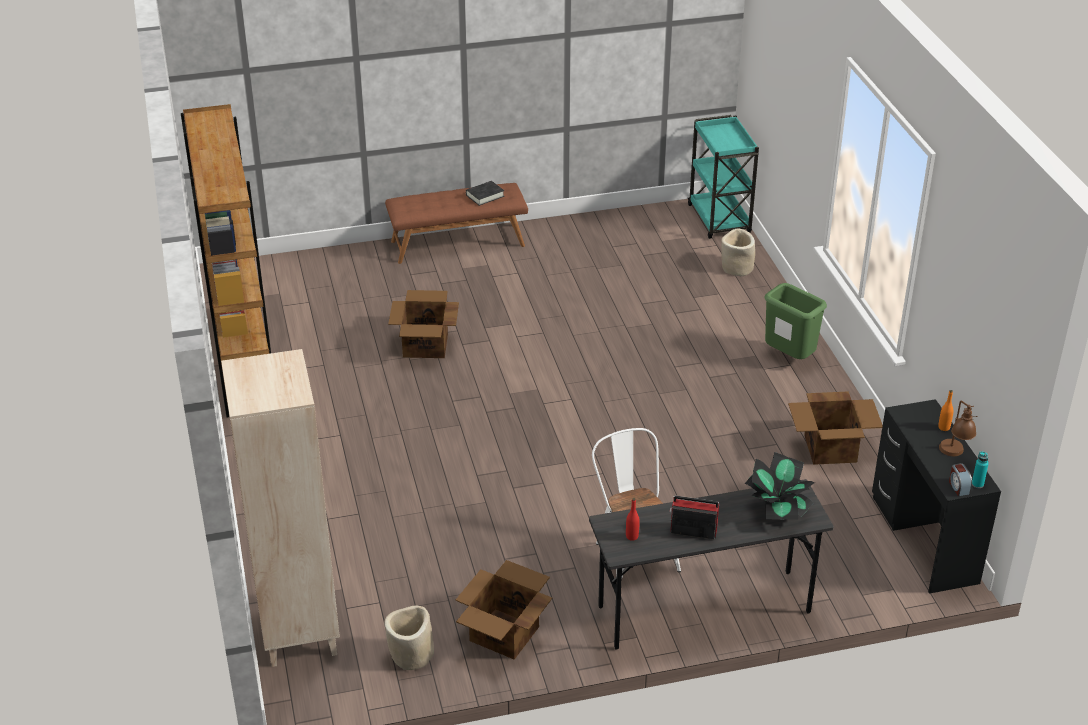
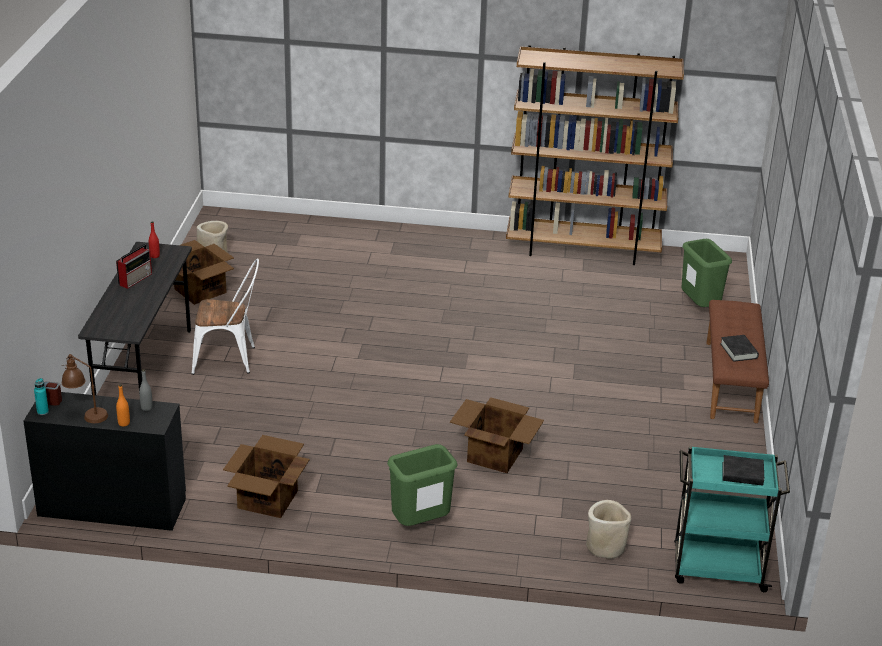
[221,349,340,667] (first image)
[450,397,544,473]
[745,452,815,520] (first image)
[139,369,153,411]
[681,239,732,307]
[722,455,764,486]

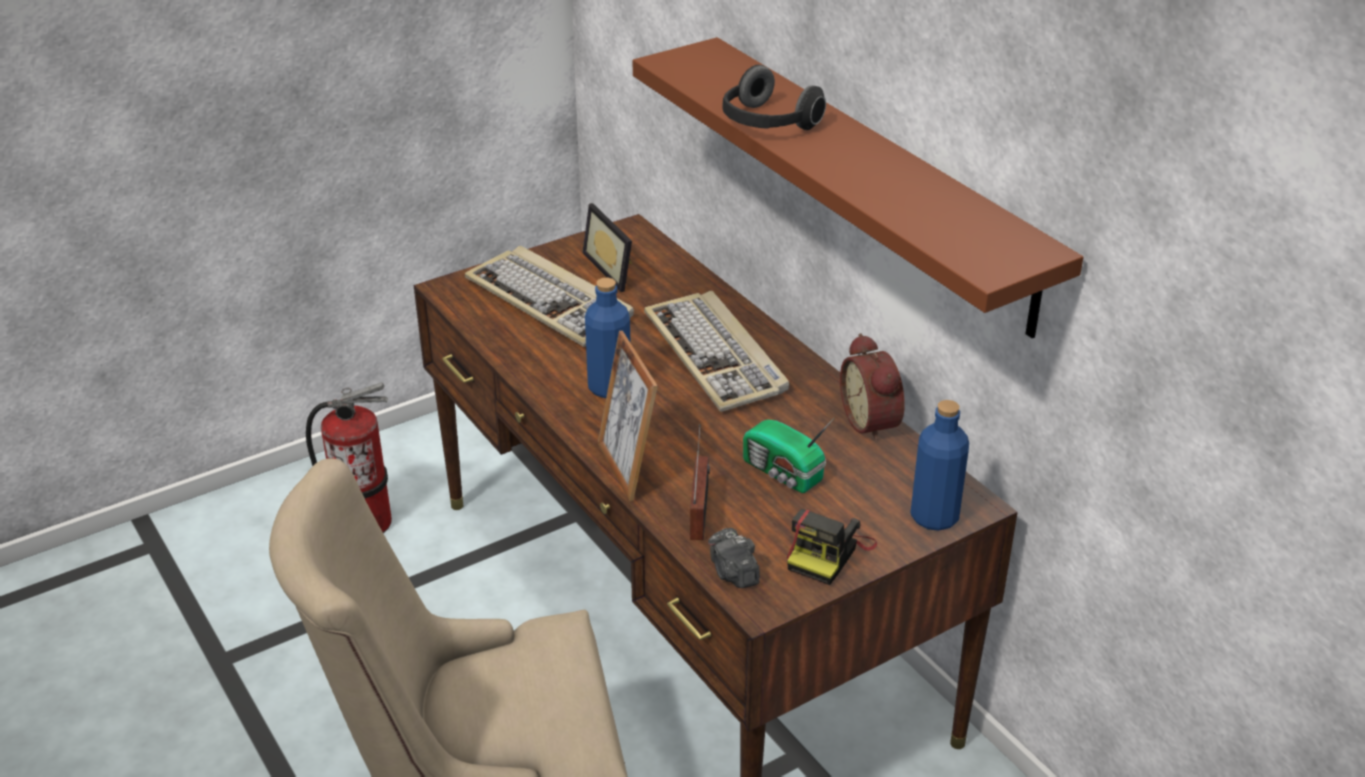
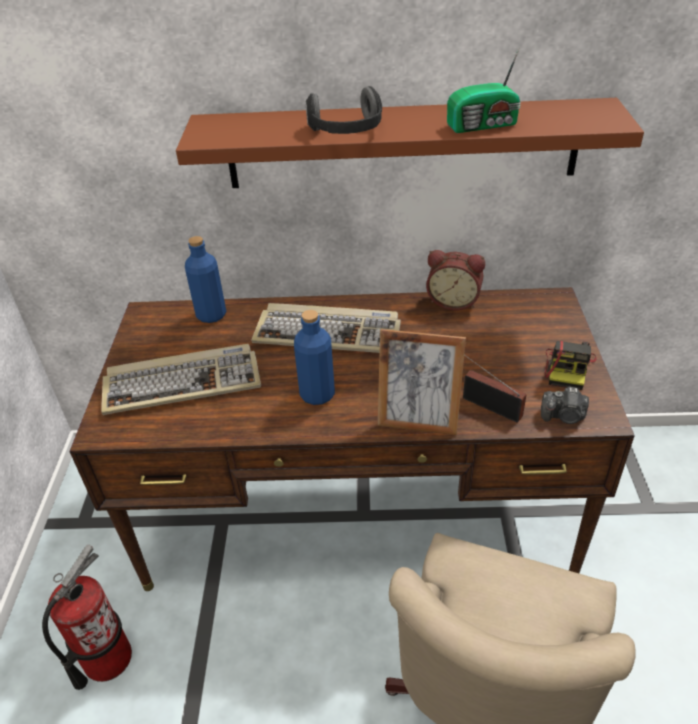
[582,203,632,292] (first image)
[447,47,521,133]
[544,341,597,390]
[185,236,226,323]

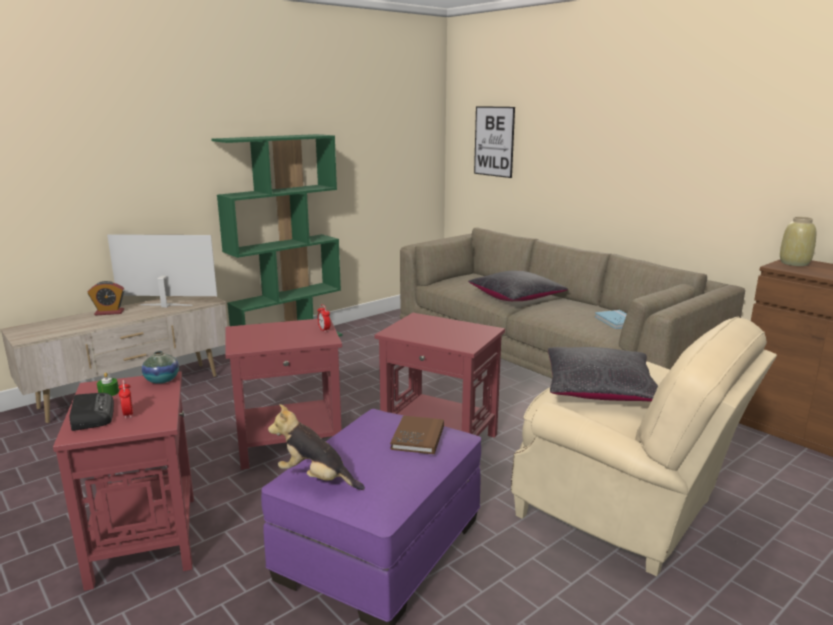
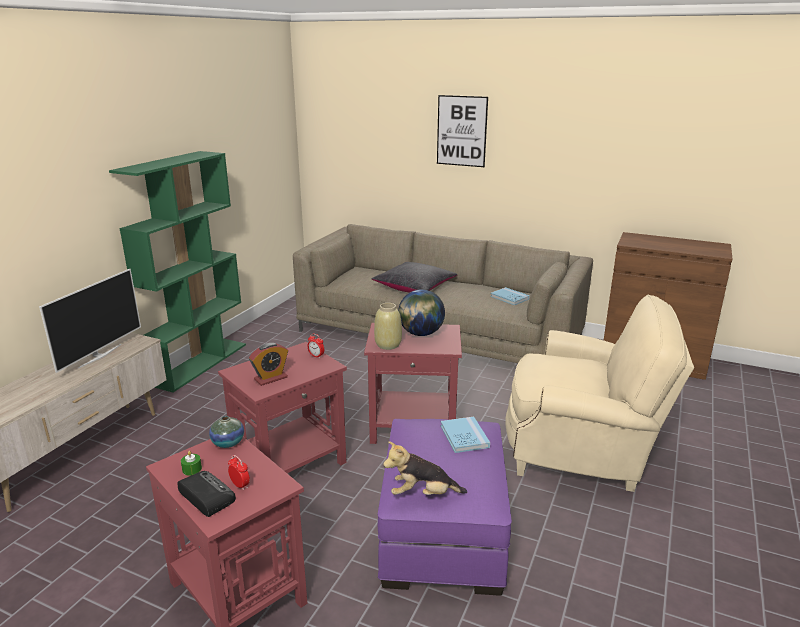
[249,343,288,386]
[39,269,141,373]
[441,417,490,453]
[437,95,488,167]
[548,347,658,402] (first image)
[374,303,402,350]
[398,289,445,336]

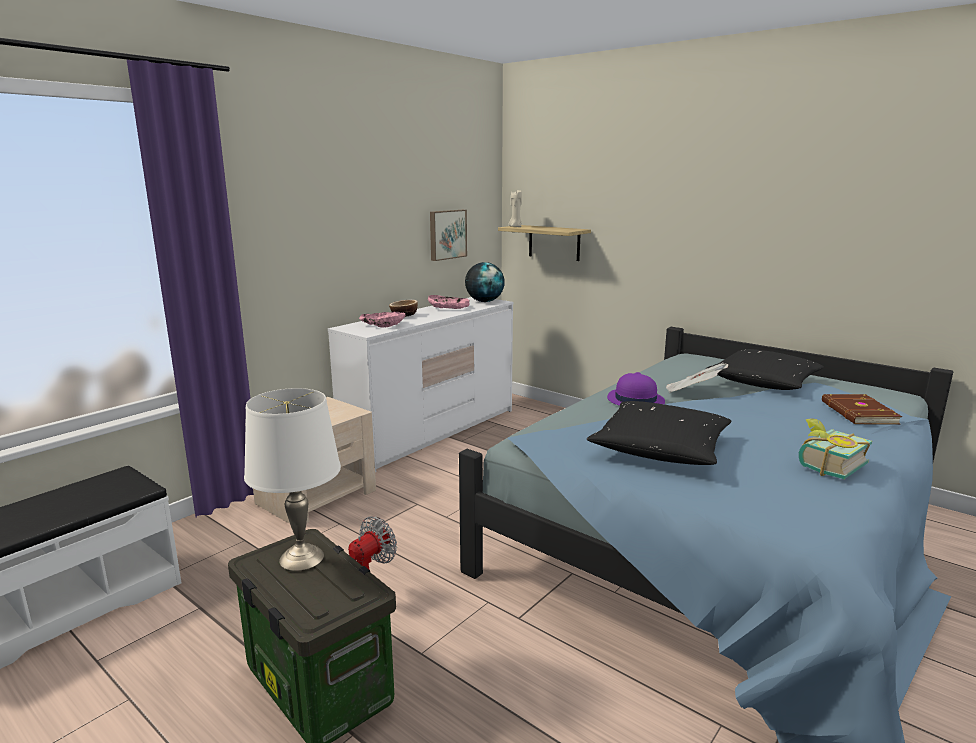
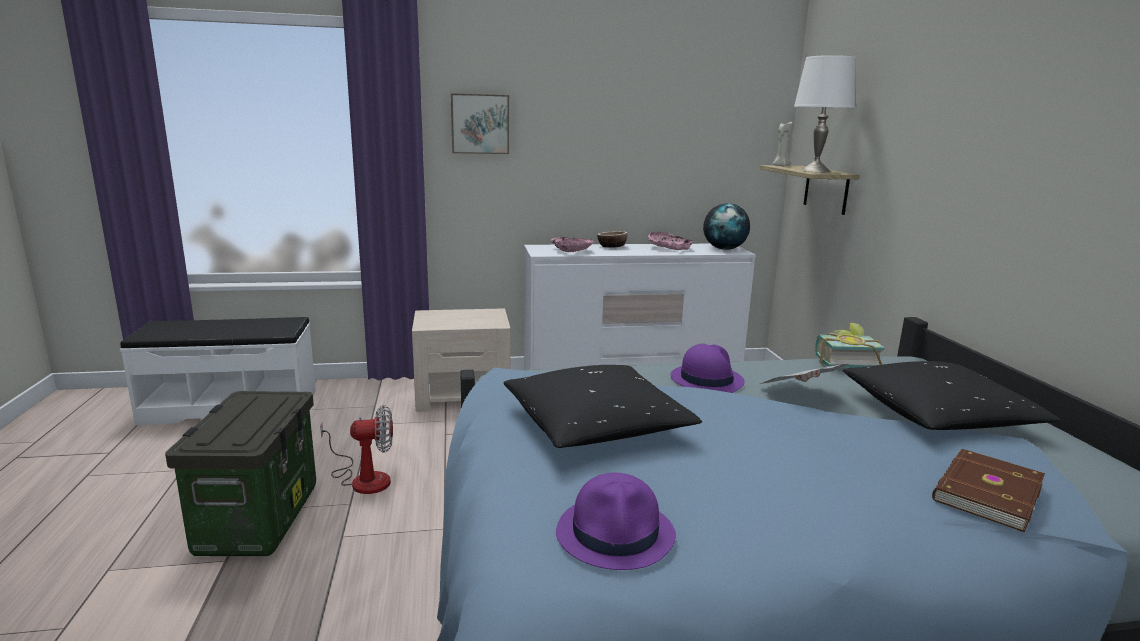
[794,55,856,172]
[451,93,509,154]
[815,323,885,368]
[556,473,676,570]

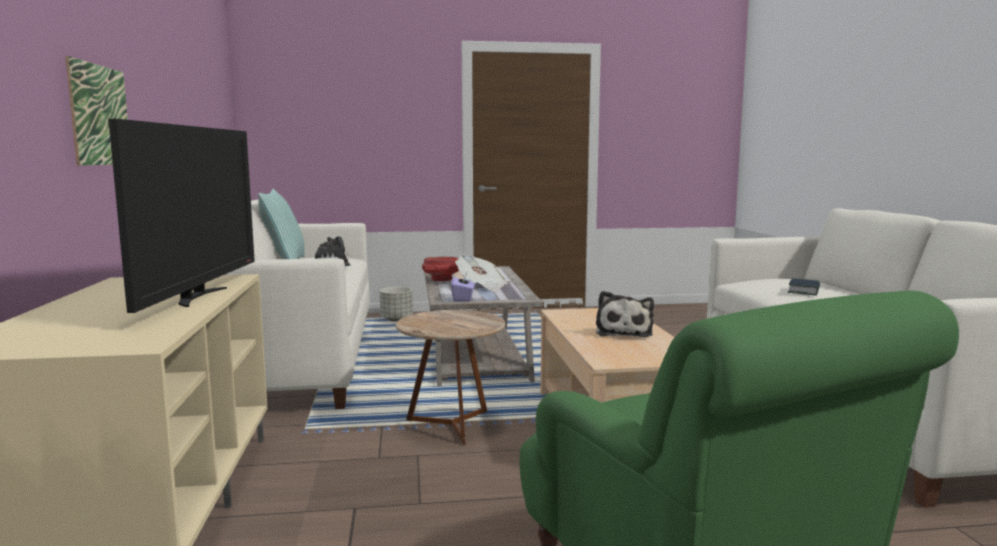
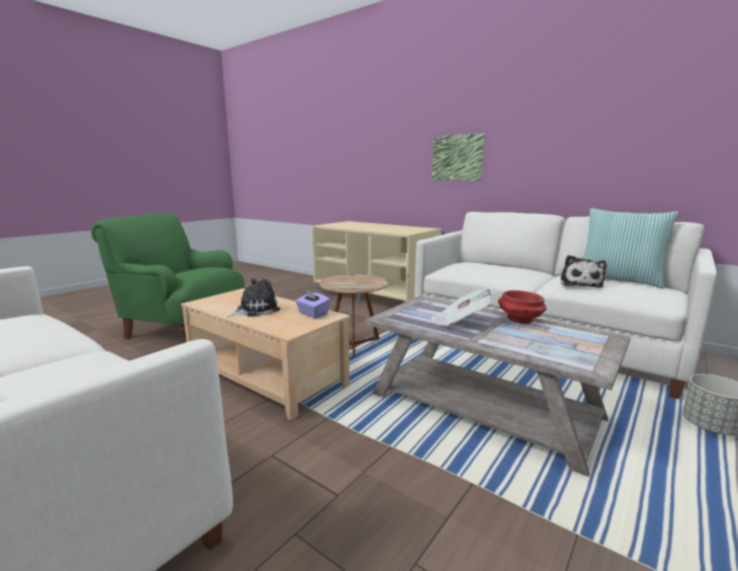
[108,119,255,313] (first image)
[295,290,330,318]
[227,278,280,317]
[788,278,820,296] (first image)

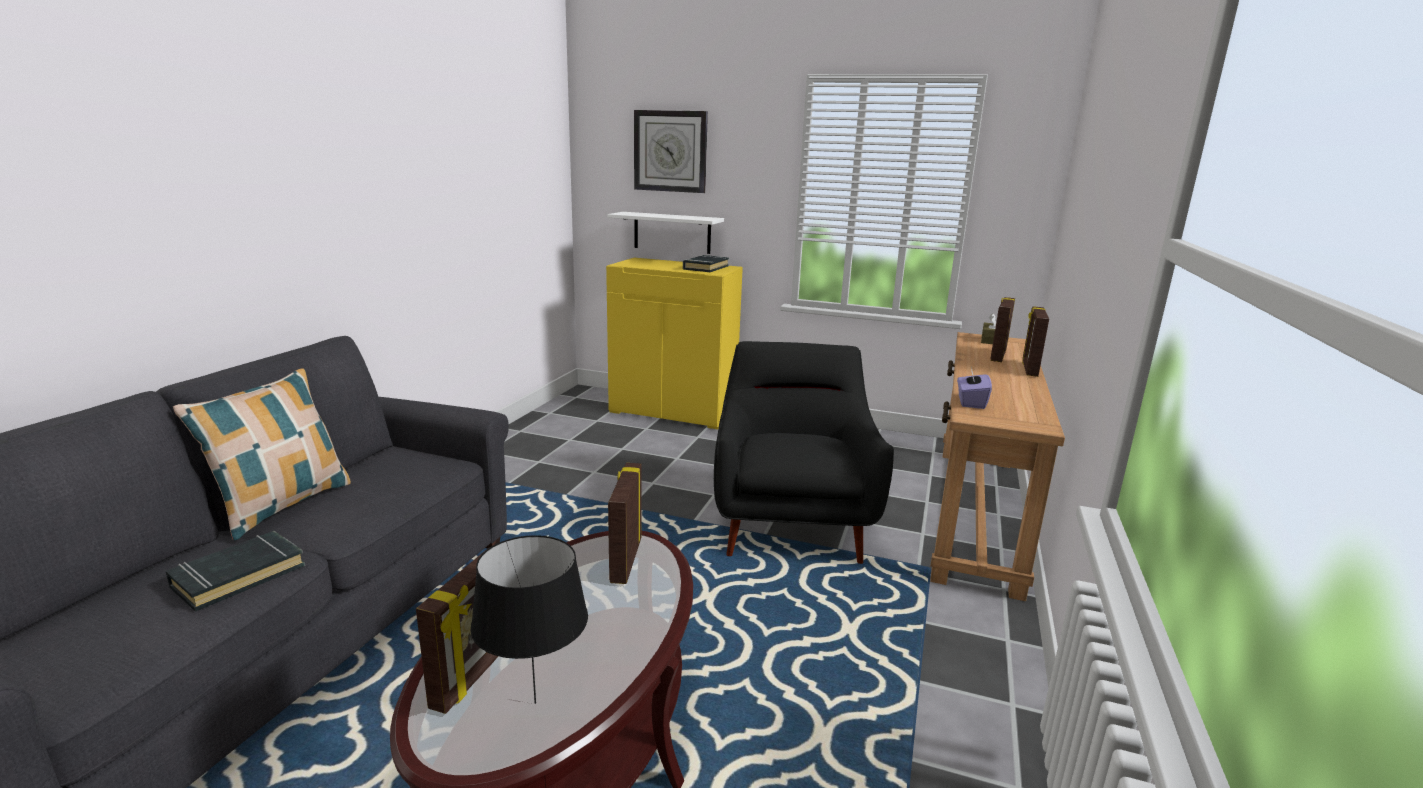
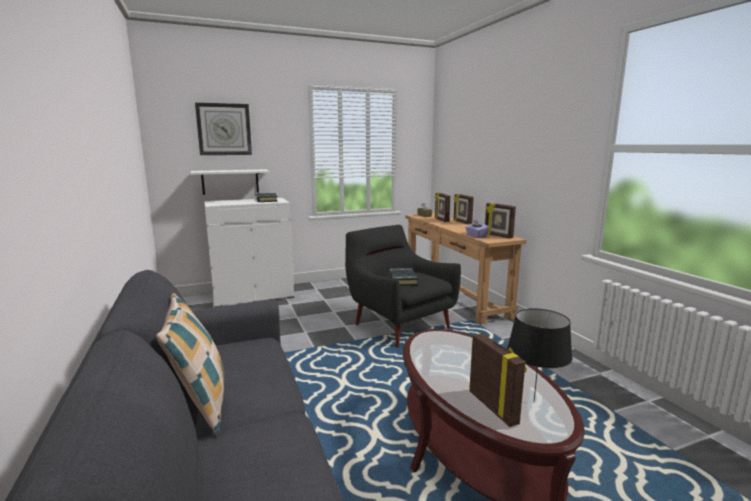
[390,268,418,286]
[205,198,294,308]
[485,203,516,239]

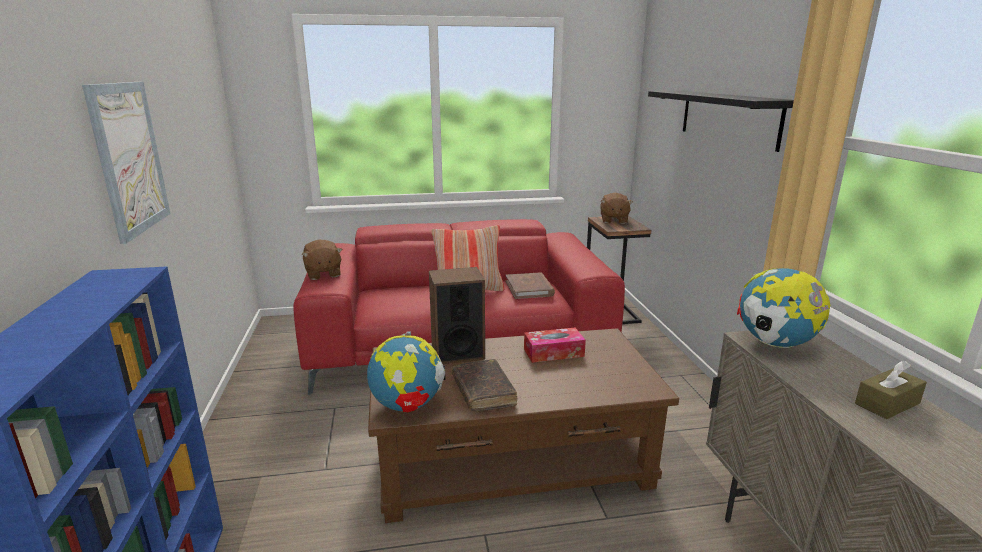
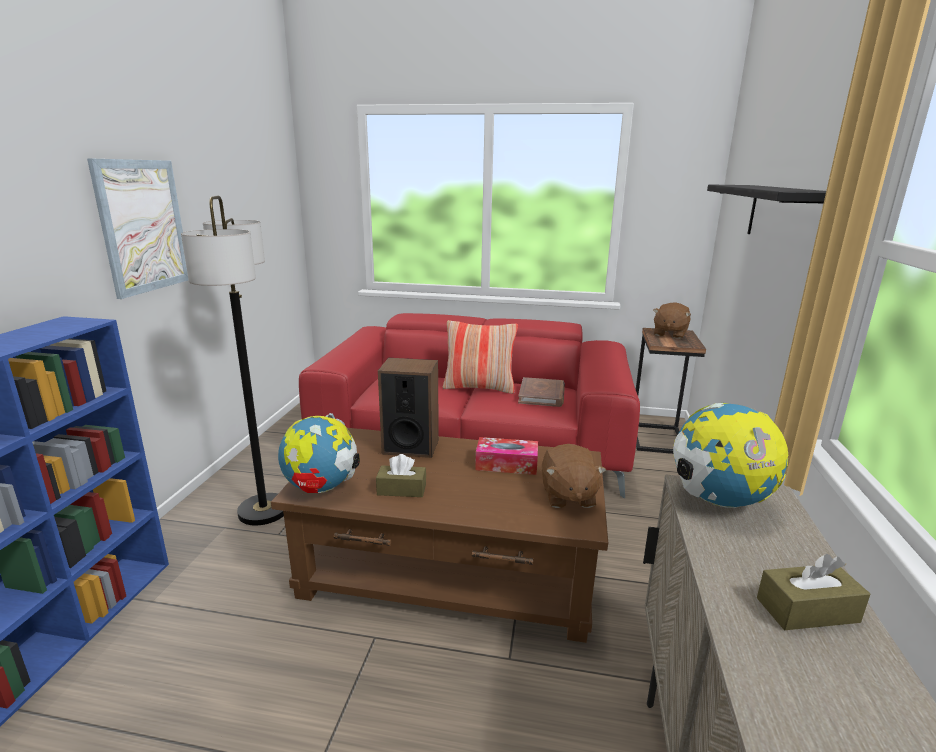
[542,444,606,508]
[376,454,426,497]
[181,196,284,525]

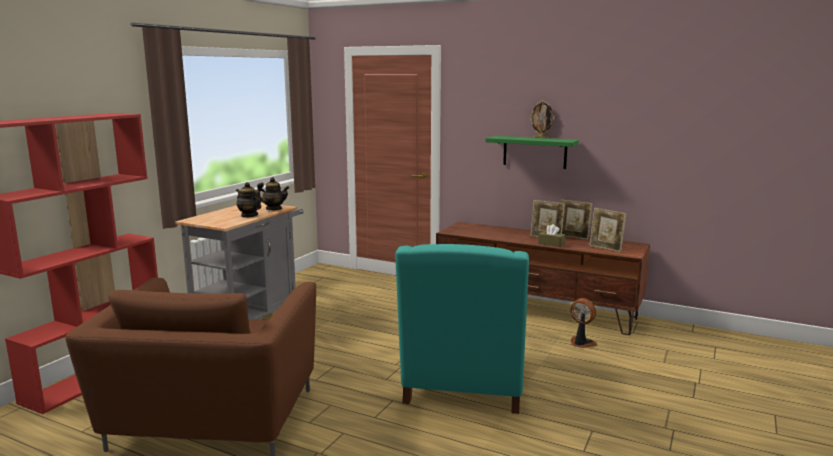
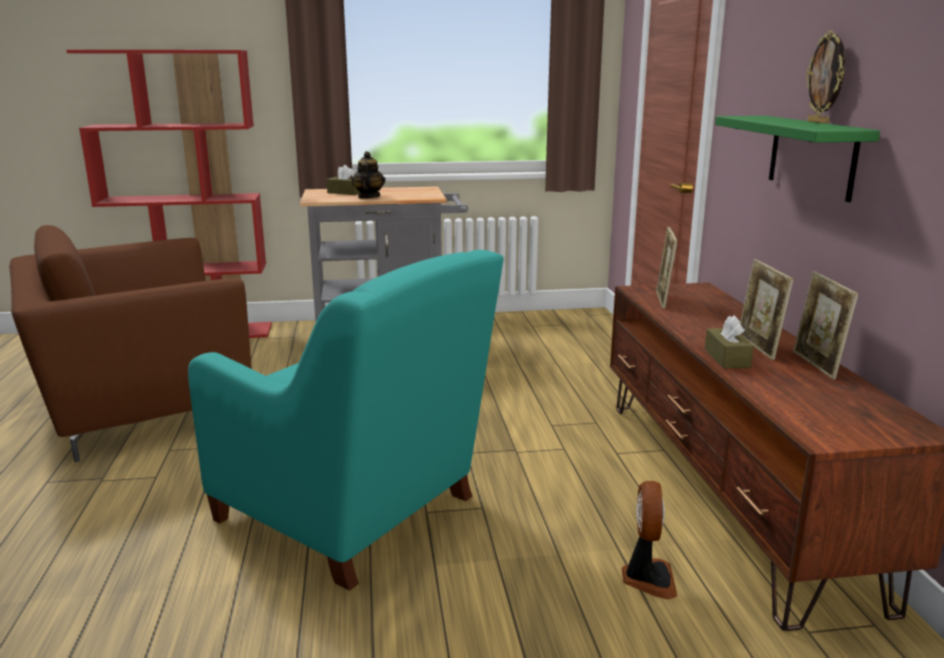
[257,177,289,210] (first image)
[188,250,504,591]
[656,227,678,309]
[327,165,360,195]

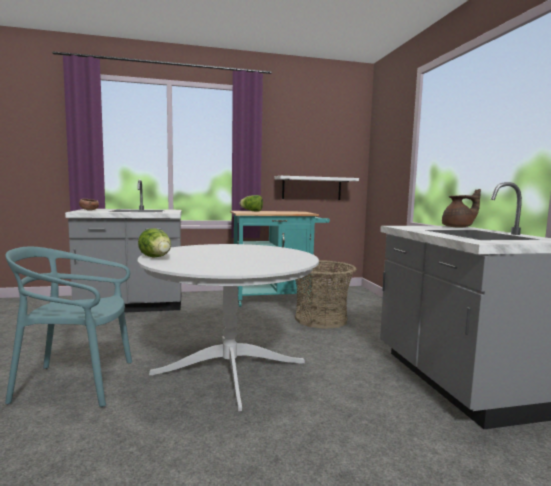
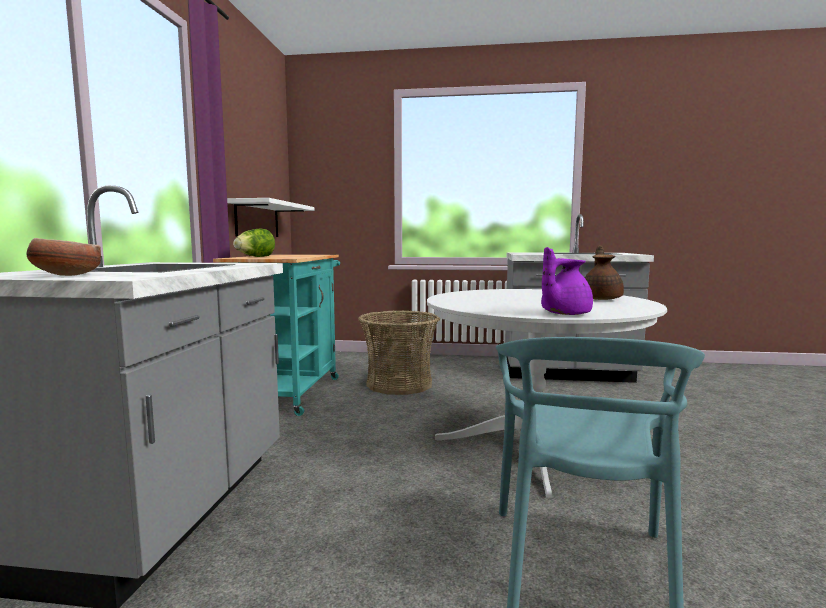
[541,247,593,315]
[585,245,624,300]

